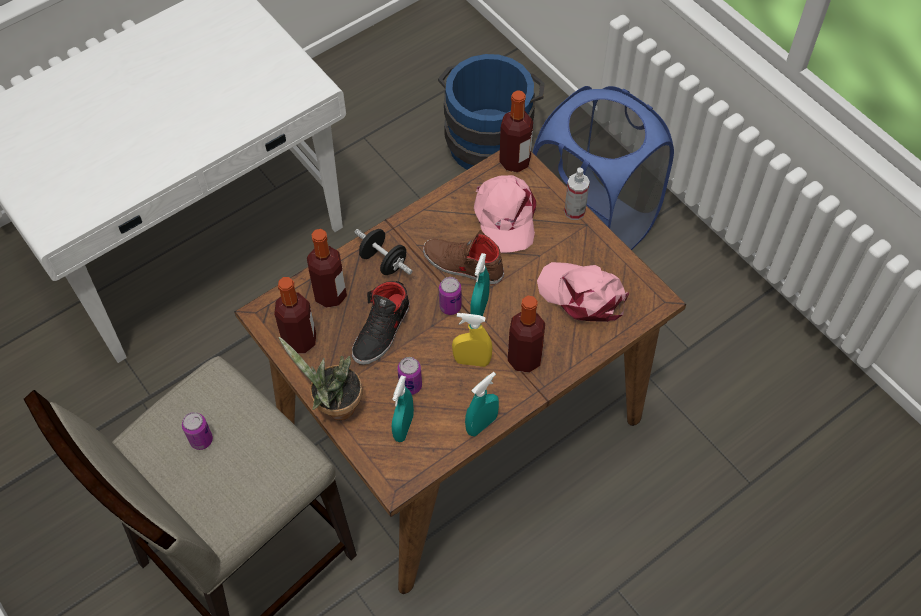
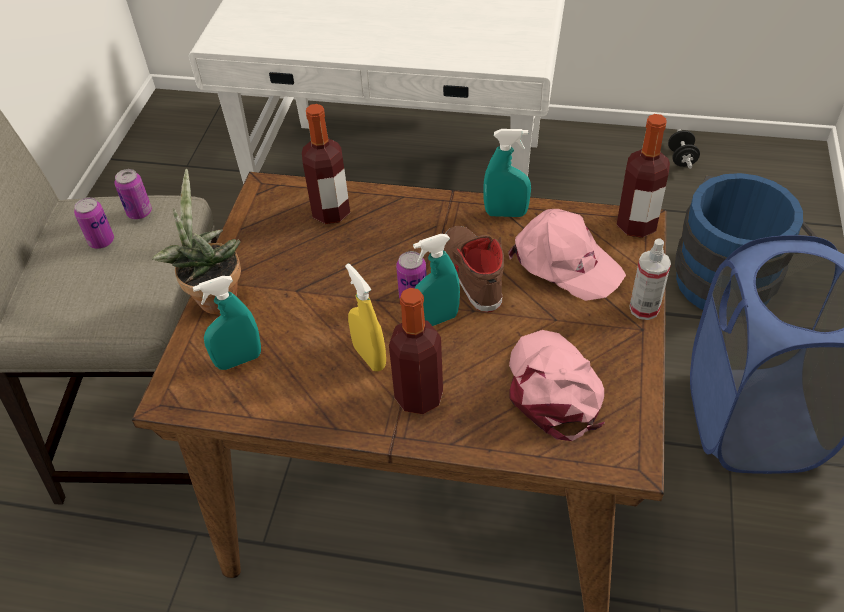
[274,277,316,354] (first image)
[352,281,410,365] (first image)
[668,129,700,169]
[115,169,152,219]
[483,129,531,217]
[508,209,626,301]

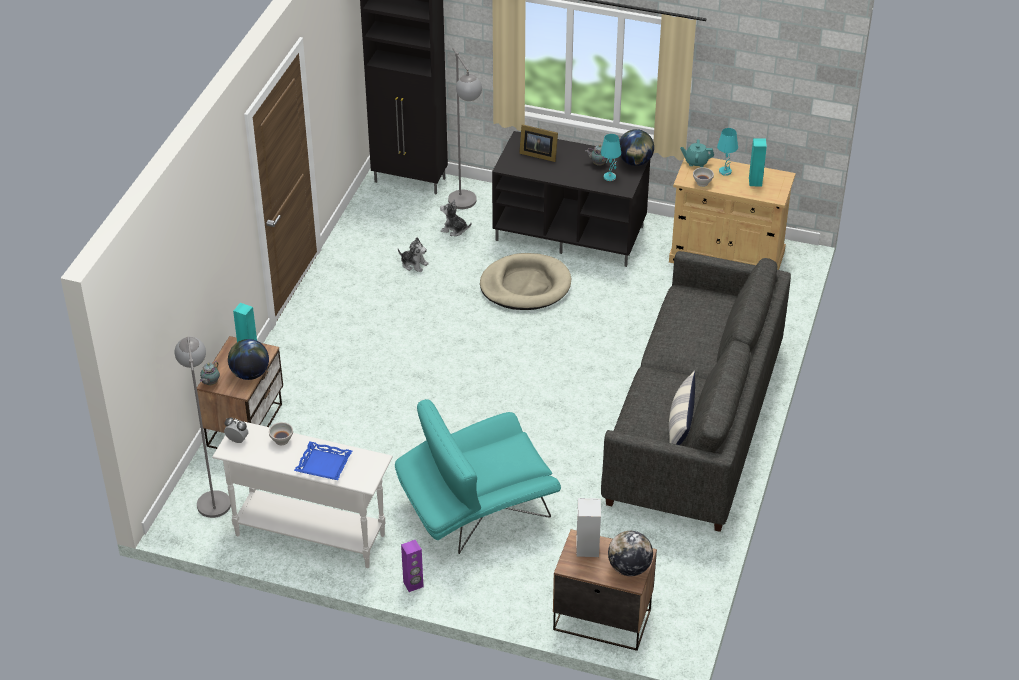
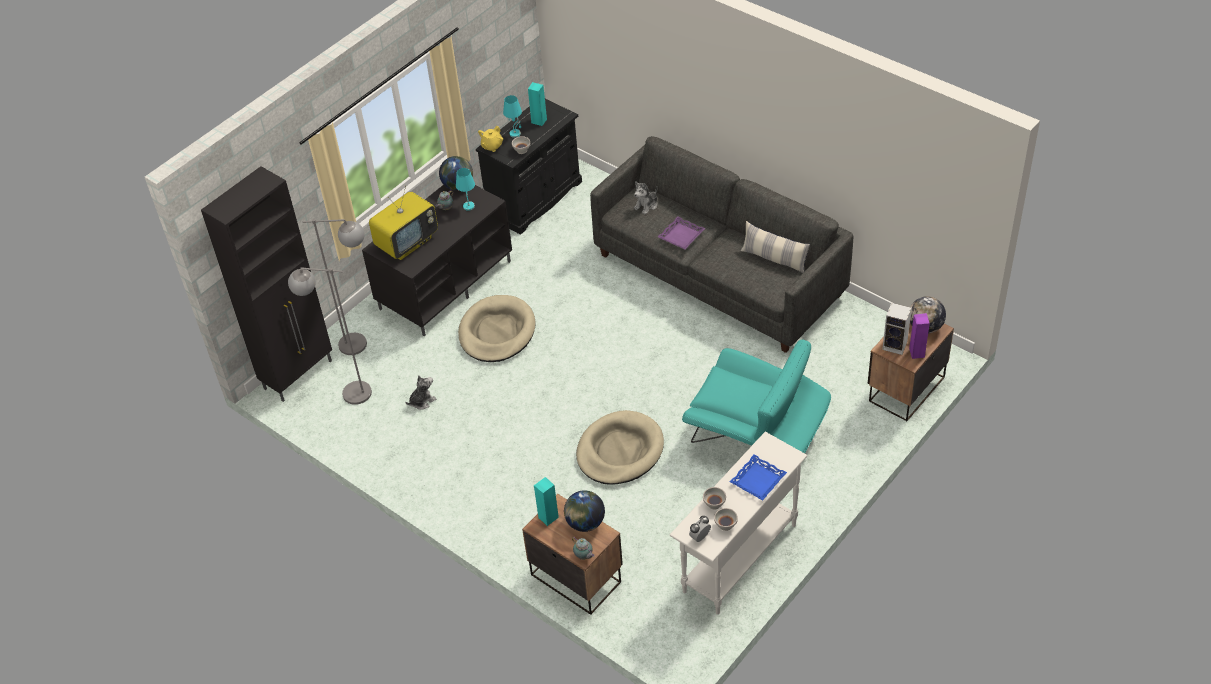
[288,267,372,405]
[682,340,831,453]
[909,313,930,359]
[634,182,658,215]
[369,185,438,260]
[476,99,582,235]
[478,126,503,152]
[576,410,664,485]
[658,216,705,249]
[714,508,738,531]

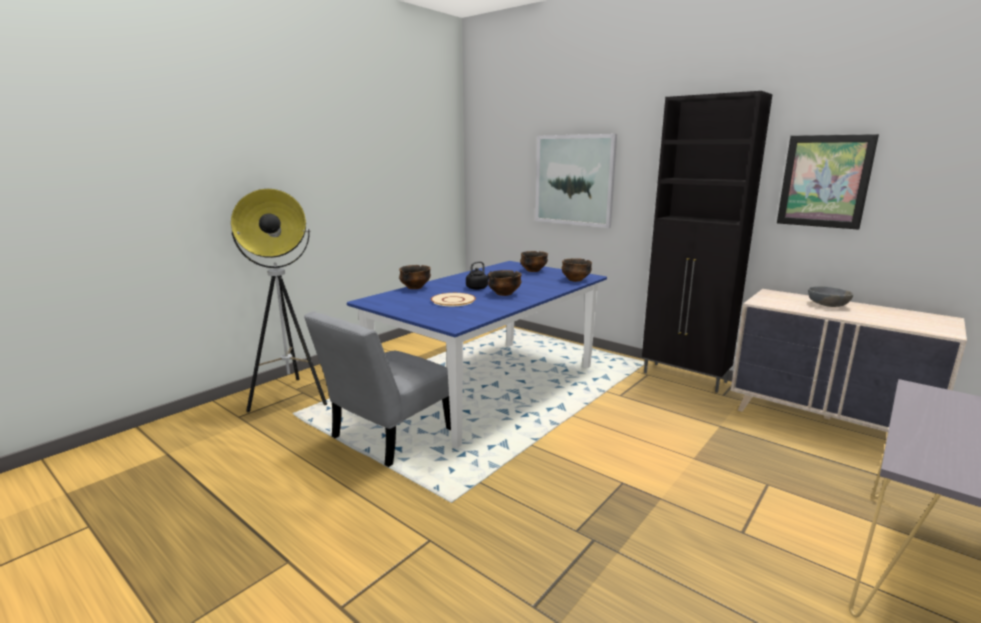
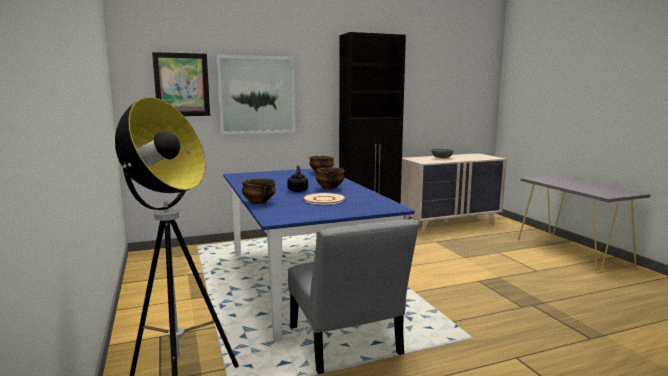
[520,251,548,272] (first image)
[152,52,210,116]

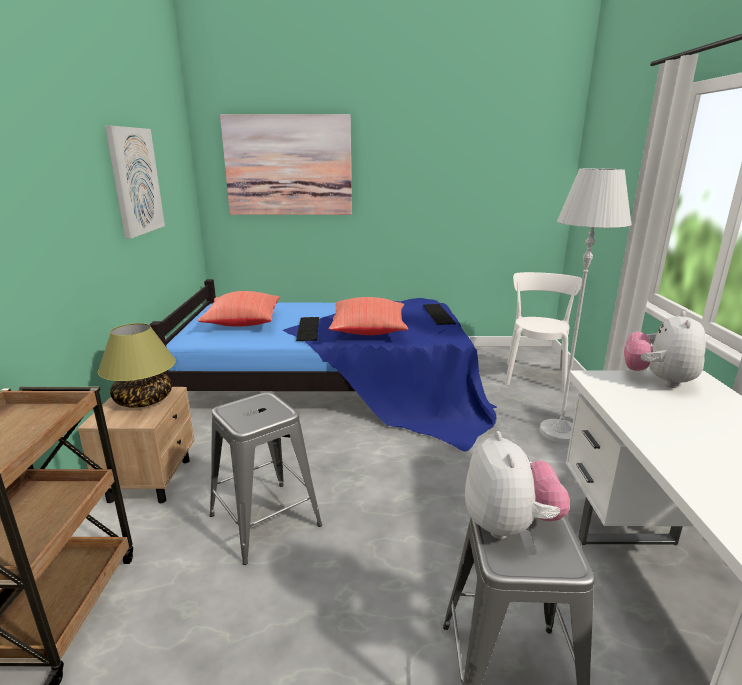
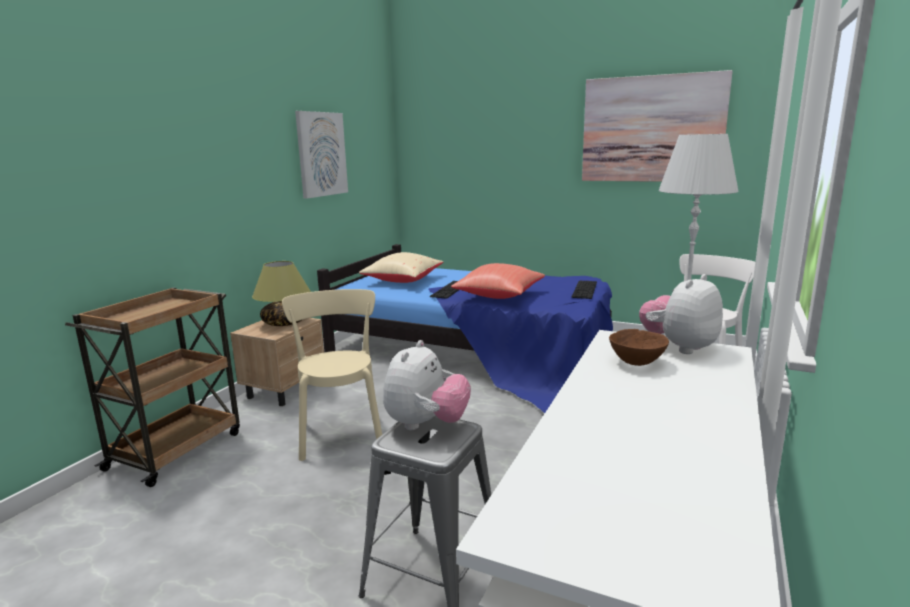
[359,252,443,283]
[282,289,382,461]
[582,70,733,182]
[609,329,669,366]

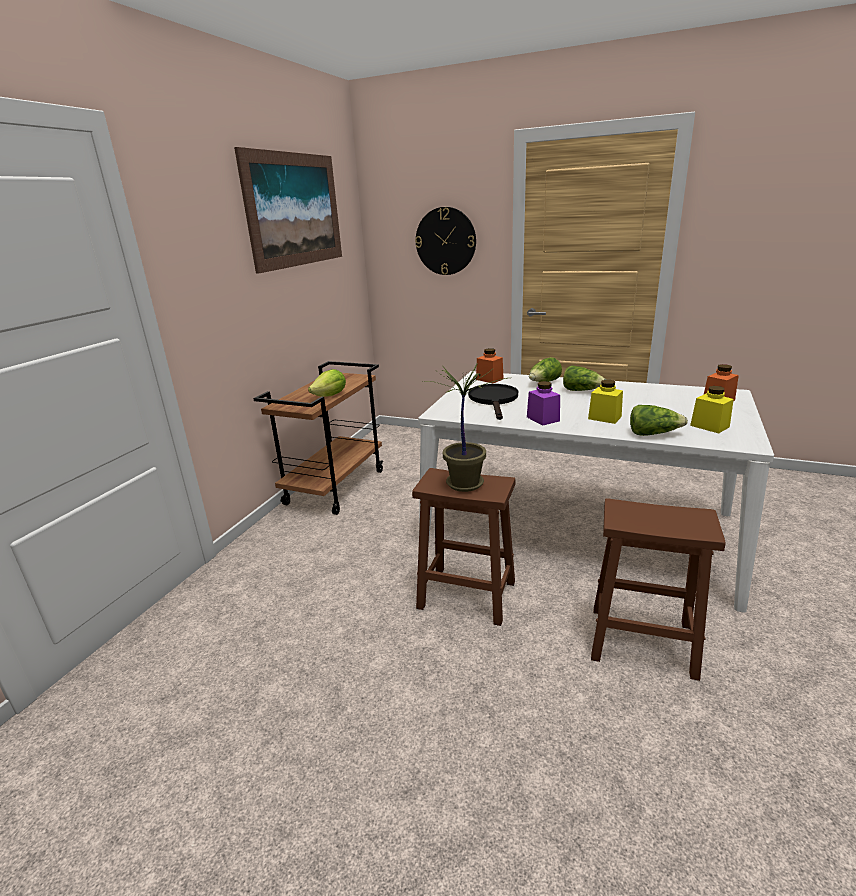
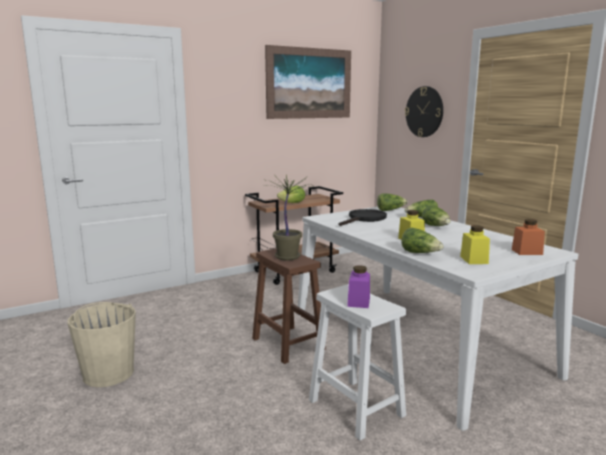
[377,193,408,211]
[347,265,370,308]
[309,284,406,441]
[67,302,136,387]

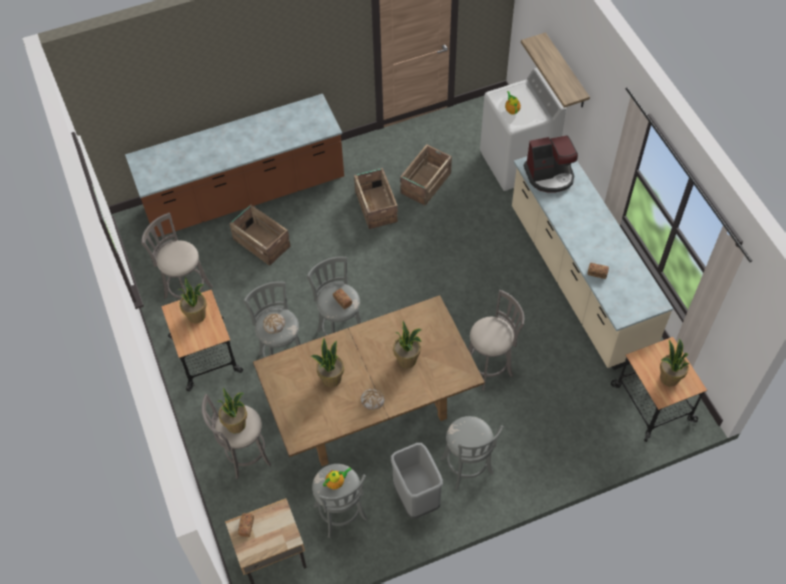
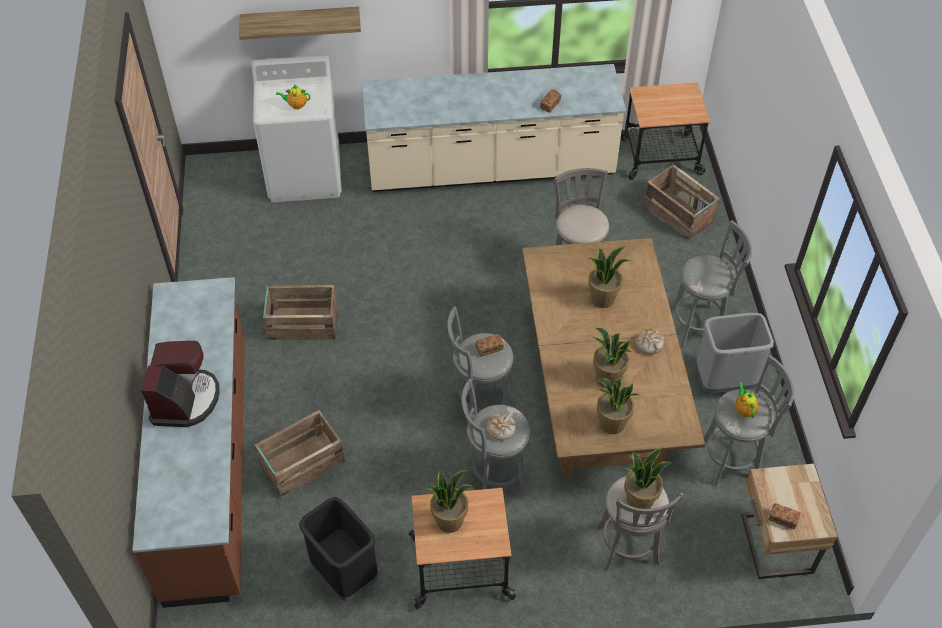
[299,497,378,602]
[644,164,720,240]
[141,341,220,427]
[596,378,640,434]

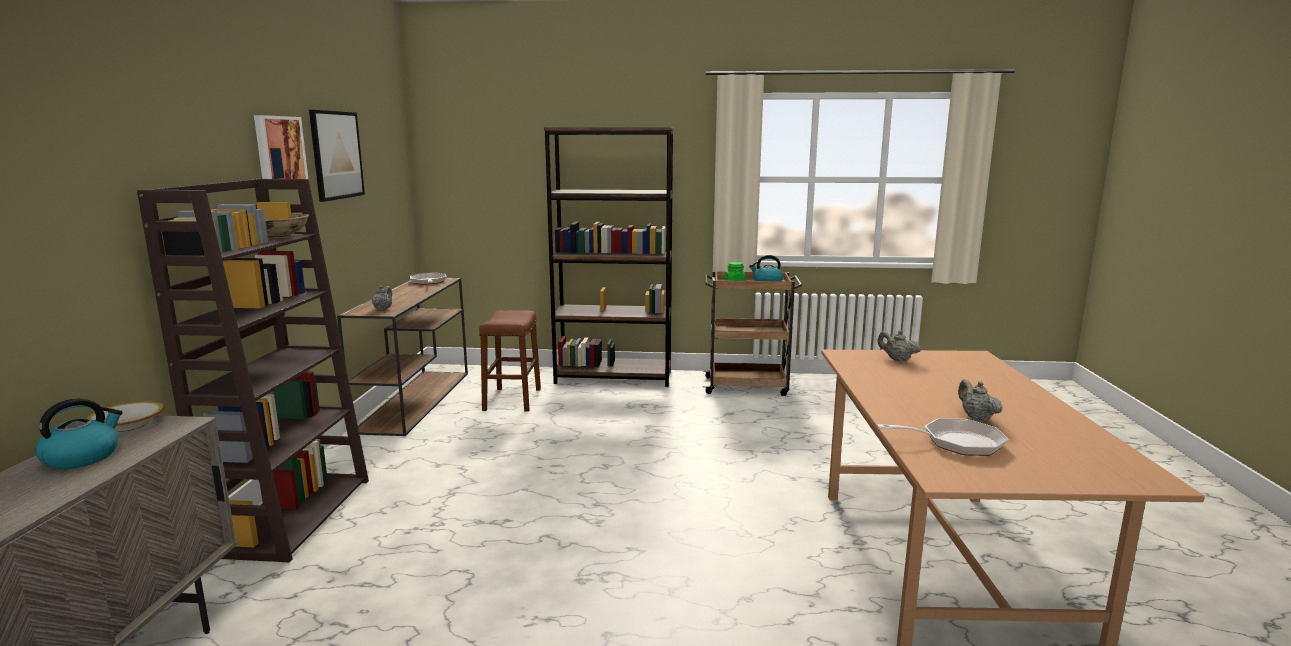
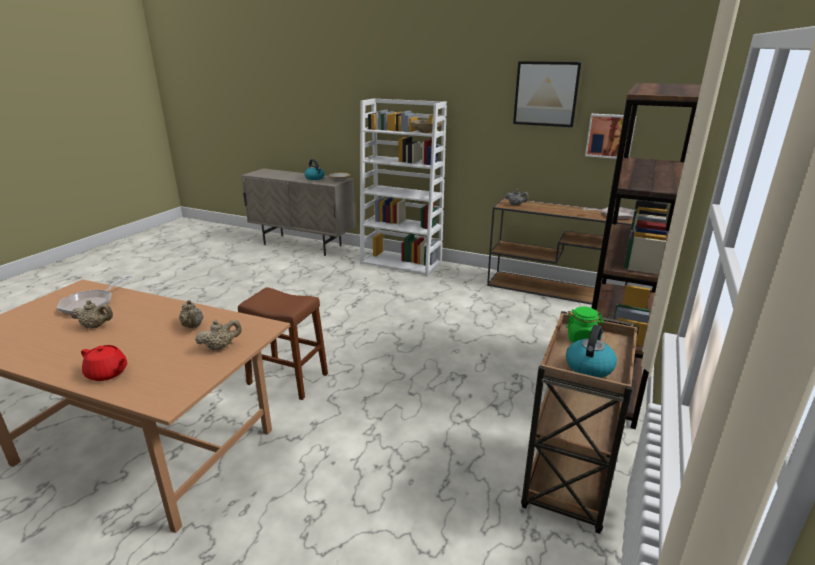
[360,98,447,277]
[585,114,636,159]
[238,287,328,400]
[81,345,127,381]
[179,300,203,328]

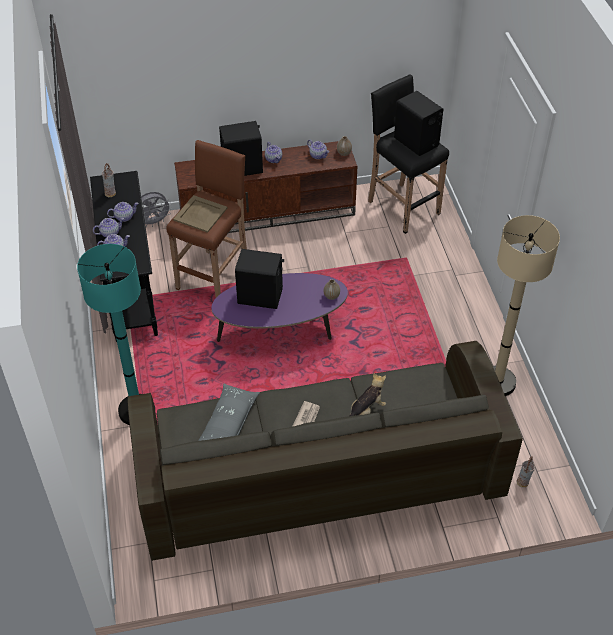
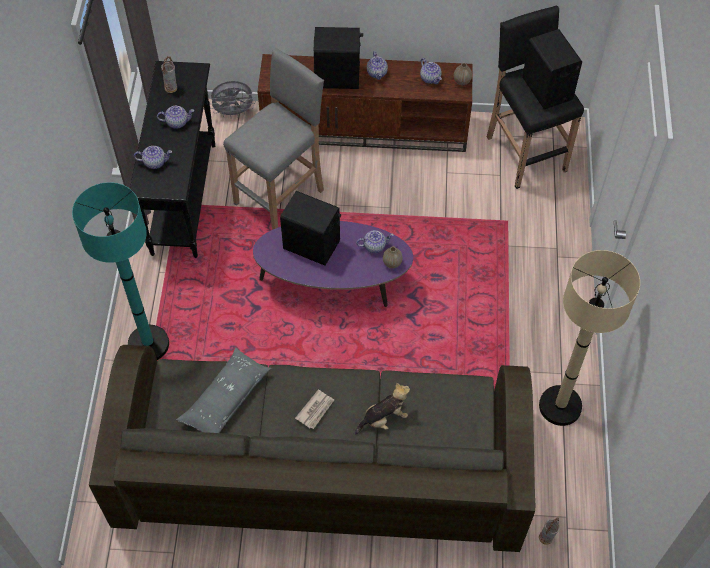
[356,230,394,253]
[223,48,324,230]
[173,195,227,233] (first image)

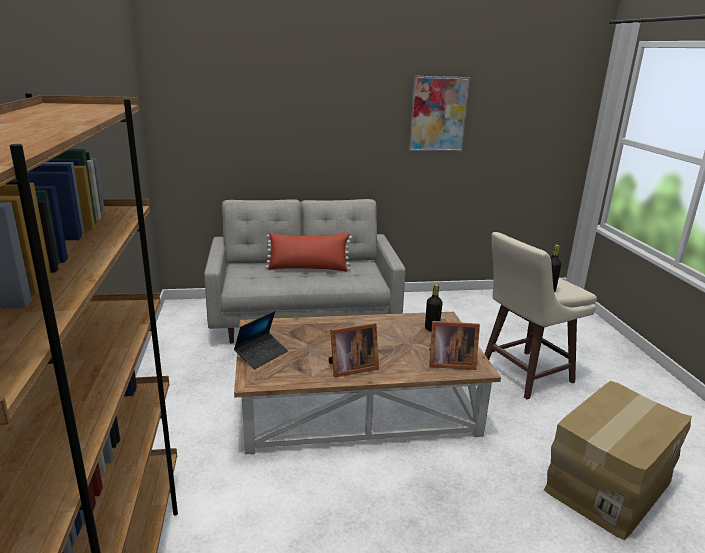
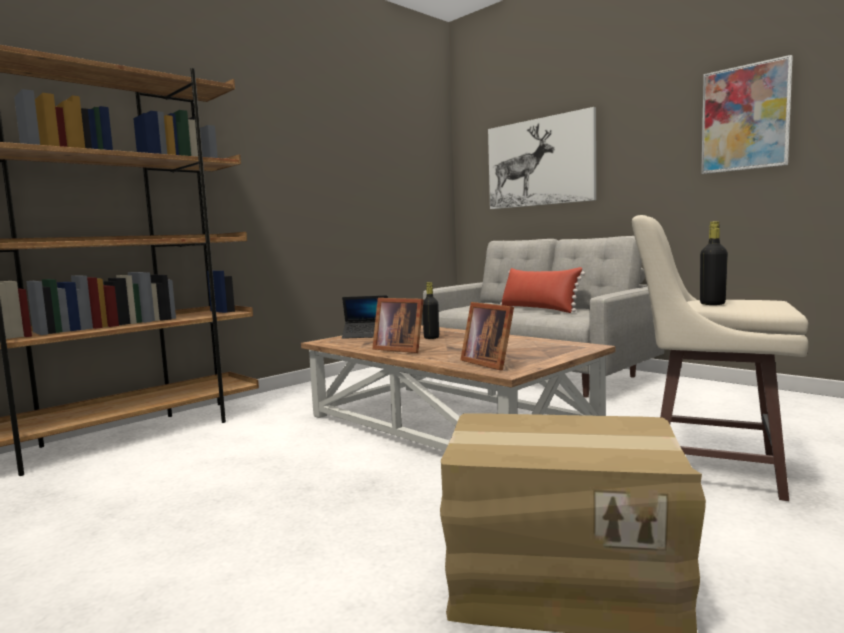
[422,282,439,339]
[488,107,596,209]

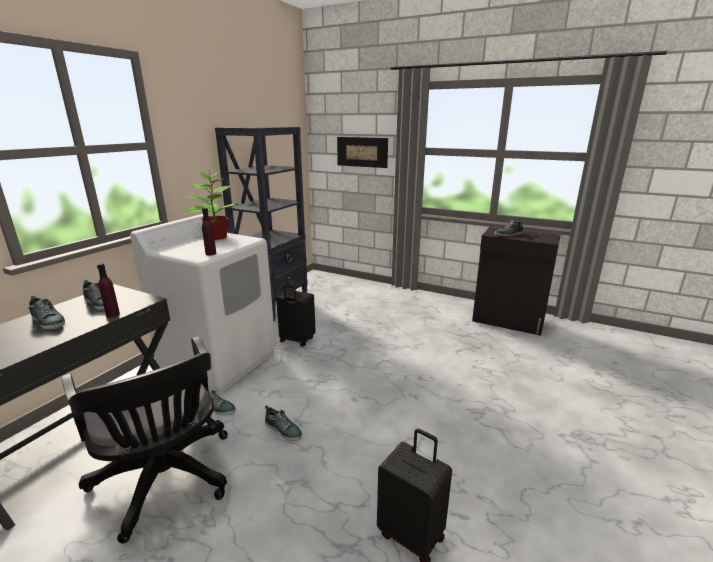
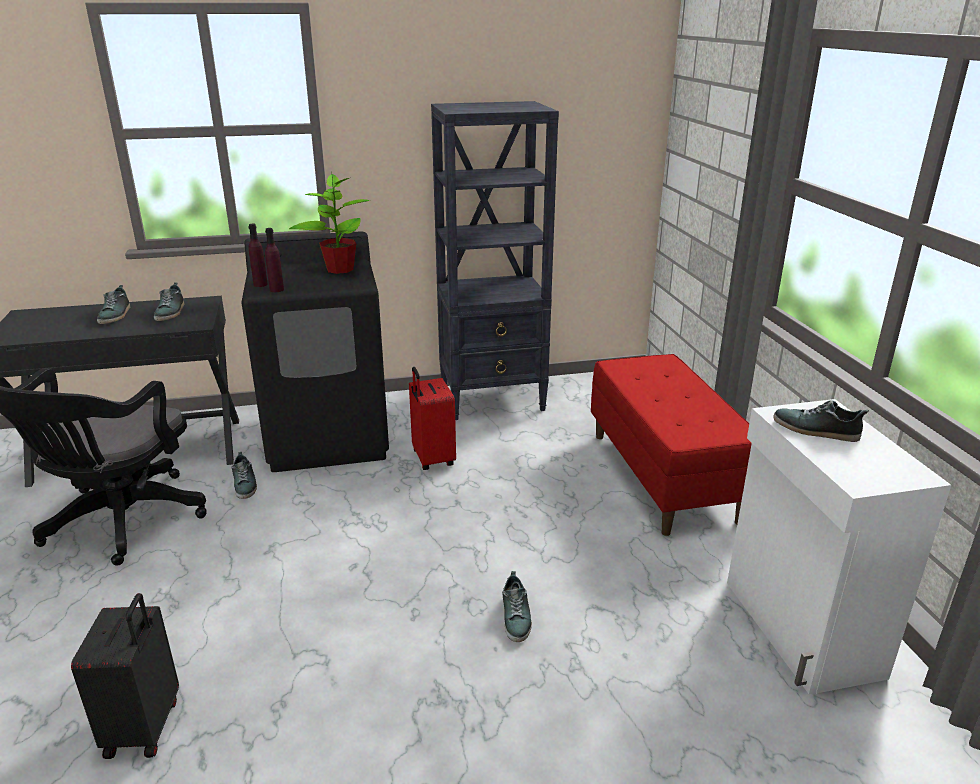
[248,224,268,287]
[241,231,389,472]
[502,571,532,642]
[409,367,456,470]
[337,137,388,168] (first image)
[727,399,951,694]
[591,354,752,536]

